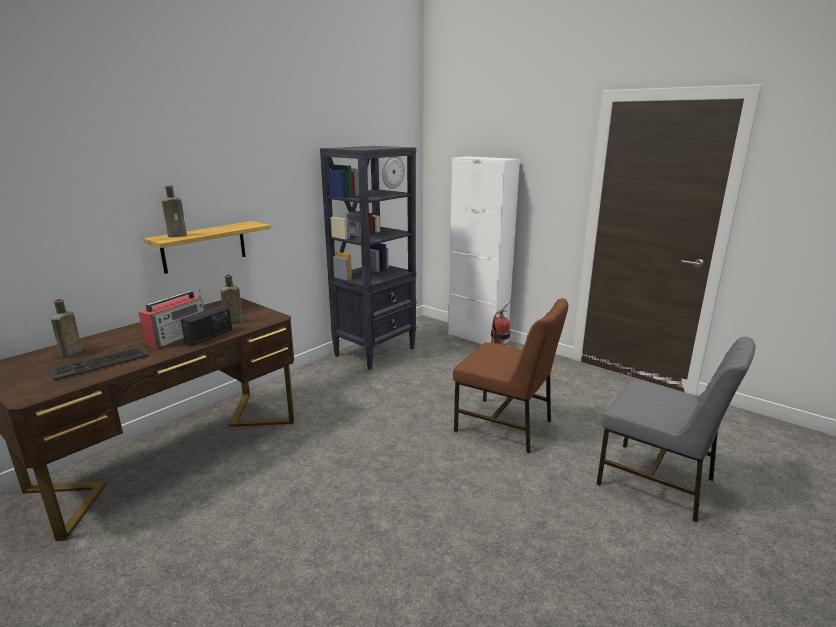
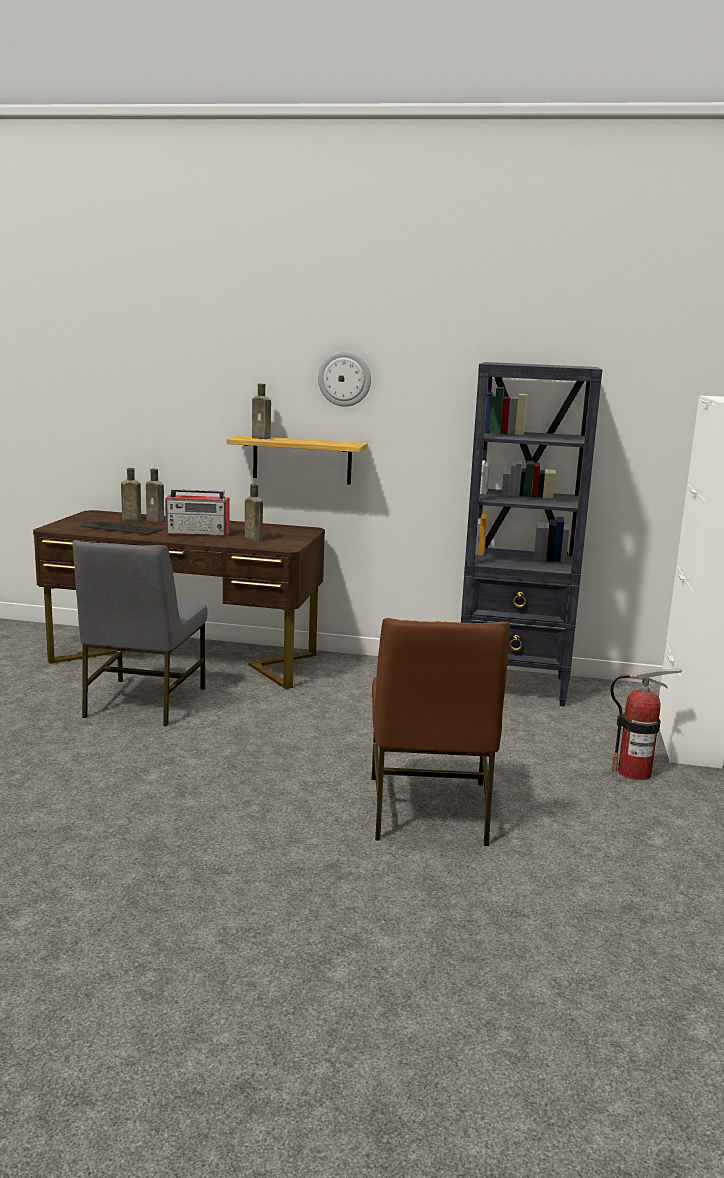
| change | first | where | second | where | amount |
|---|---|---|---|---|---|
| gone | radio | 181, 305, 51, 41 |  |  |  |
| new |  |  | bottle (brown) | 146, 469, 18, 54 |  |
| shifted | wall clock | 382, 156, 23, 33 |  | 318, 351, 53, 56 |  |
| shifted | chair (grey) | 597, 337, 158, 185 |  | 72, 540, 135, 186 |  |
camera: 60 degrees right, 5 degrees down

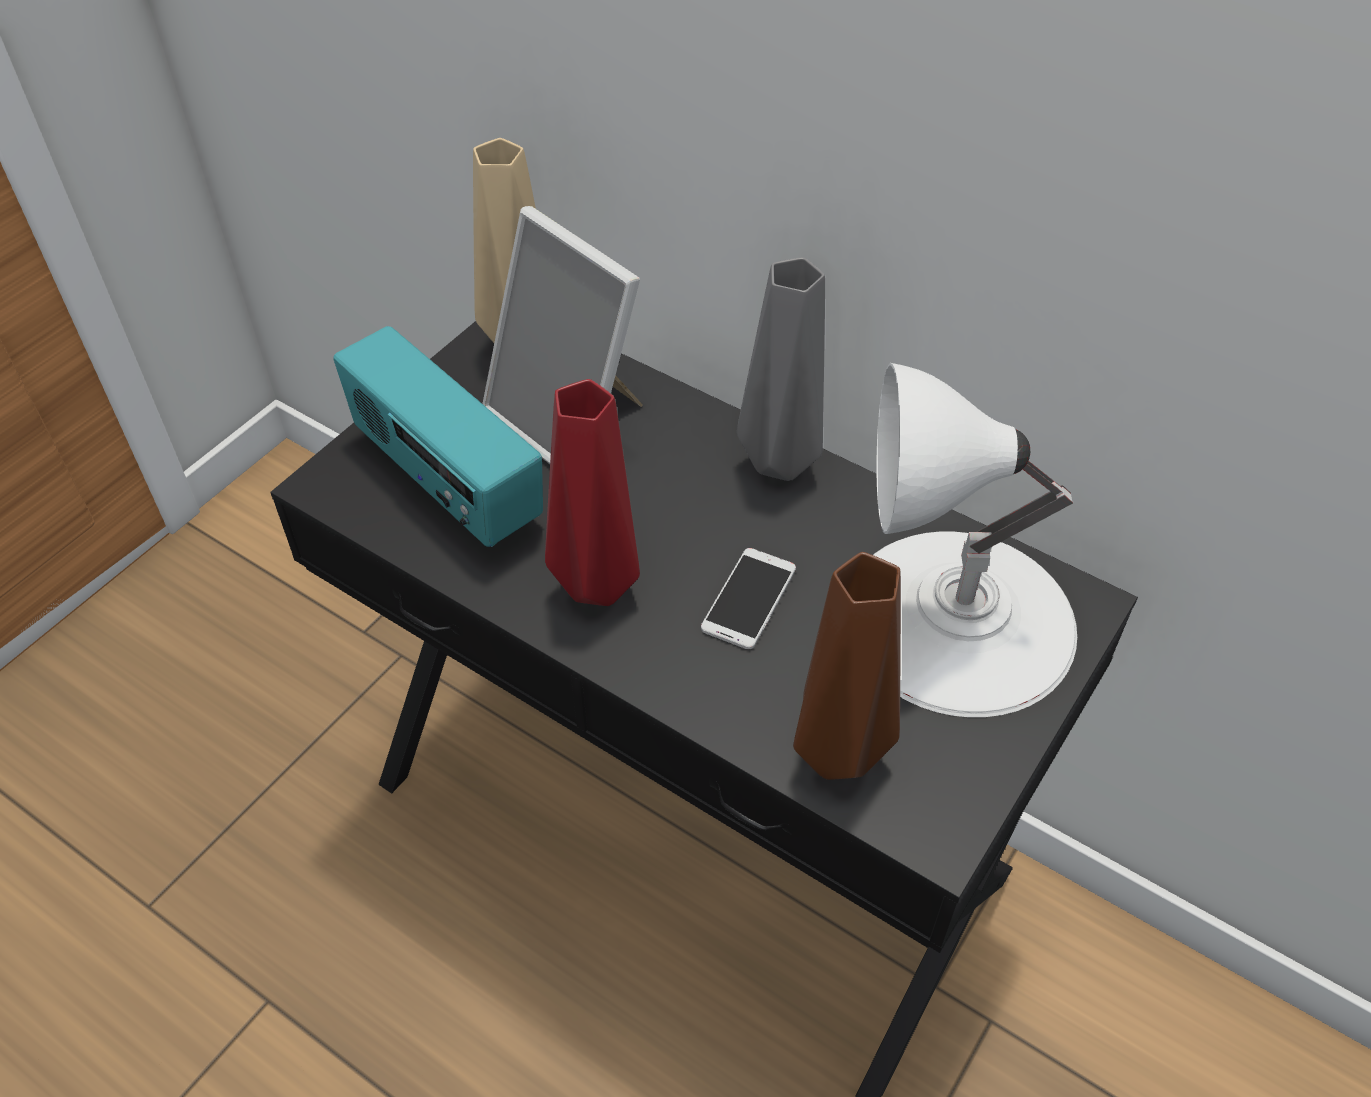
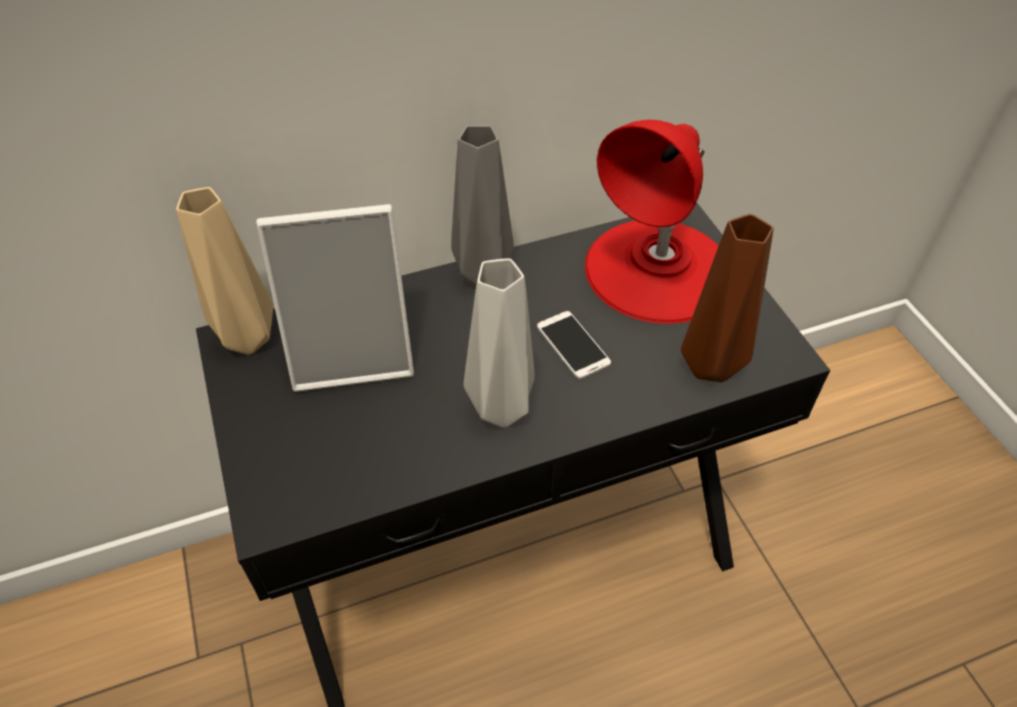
| change | first | where | second | where | amount |
|---|---|---|---|---|---|
| gone | radio | 334, 326, 209, 221 |  |  |  |
| repainted | vase (red) | 545, 379, 95, 227 | vase (grey) | 464, 258, 71, 170 |  |
| repainted | table lamp (white) | 873, 363, 204, 354 | table lamp (red) | 585, 120, 133, 204 |  |
camera: 55 degrees left, 0 degrees up

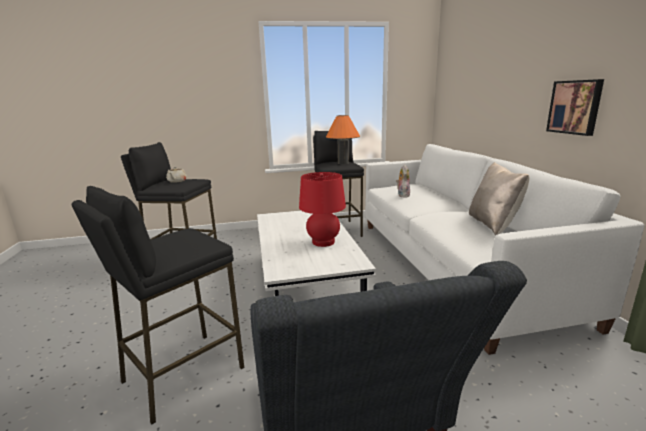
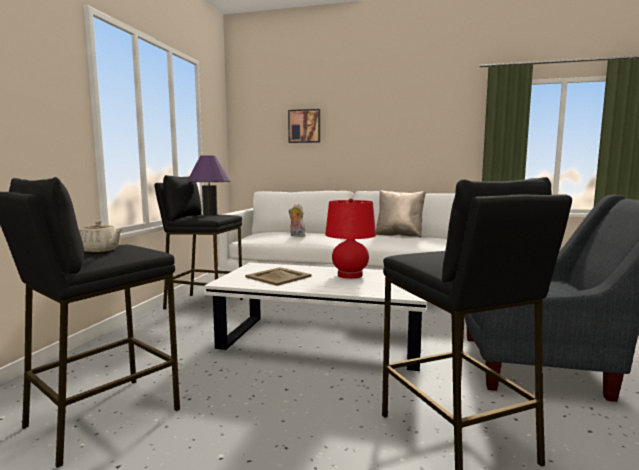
| change | first | where | second | where | amount |
|---|---|---|---|---|---|
| new |  |  | tray (beige) | 245, 267, 66, 19 |  |
| shifted | picture | 546, 79, 58, 57 |  | 288, 109, 32, 34 |  |
| repainted | table lamp (orange) | 326, 115, 34, 49 | table lamp (purple) | 187, 155, 43, 60 |  |
camera: 65 degrees left, 10 degrees down

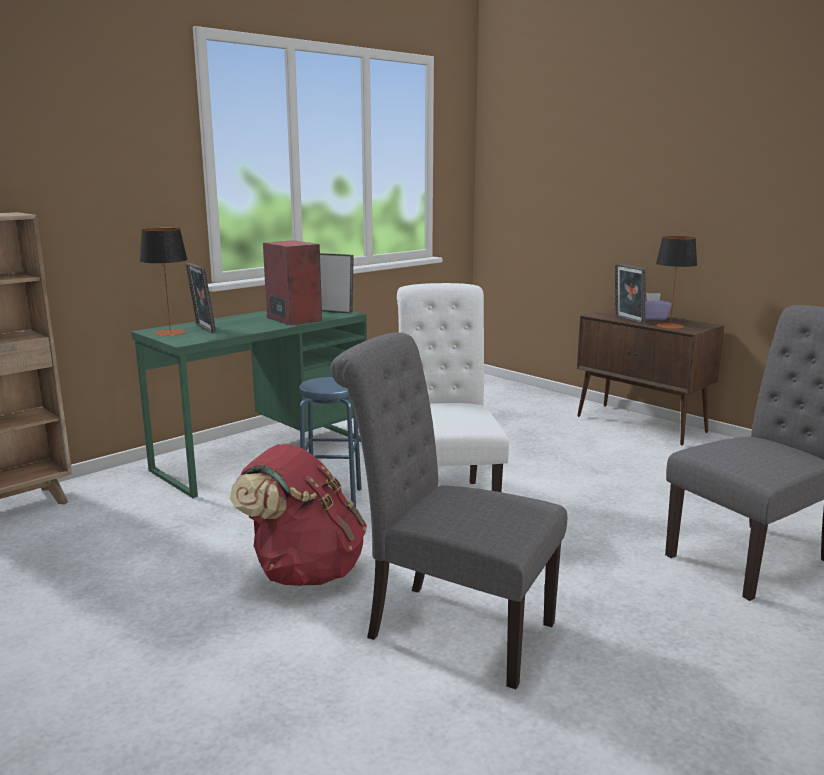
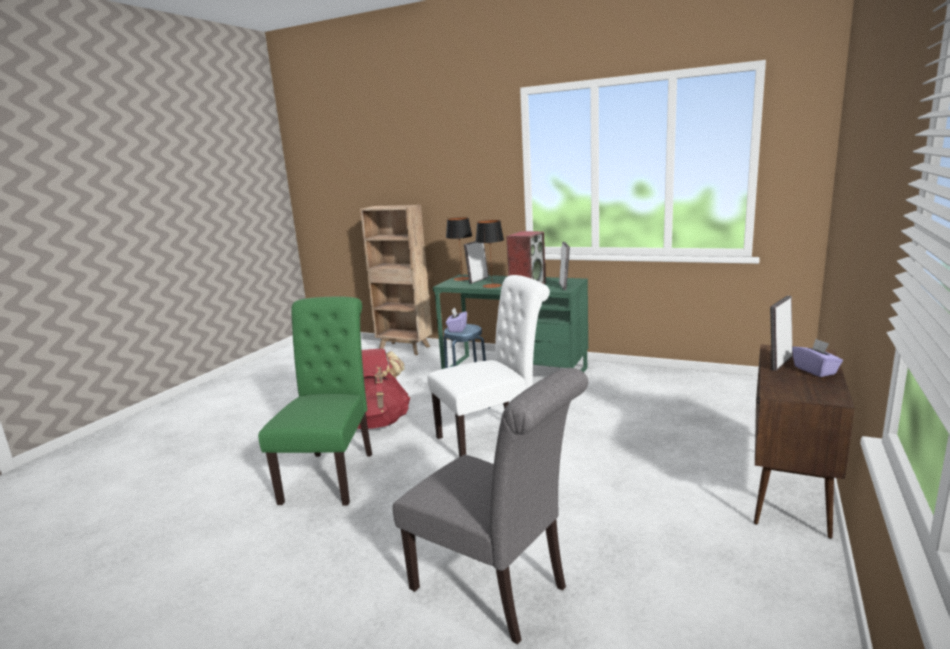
| change | first | where | second | where | amount |
|---|---|---|---|---|---|
| new |  |  | tissue box (purple) | 446, 307, 21, 25 |  |
| shifted | table lamp | 656, 236, 41, 93 |  | 475, 220, 29, 68 |  |
| repainted | chair (grey) | 330, 332, 237, 357 | chair (green) | 258, 297, 114, 209 |  |
camera: 70 degrees right, 0 degrees up

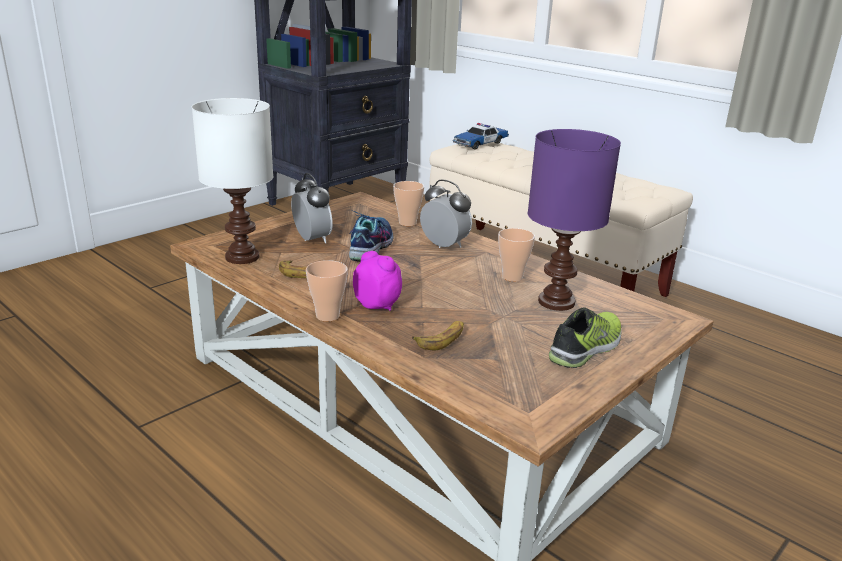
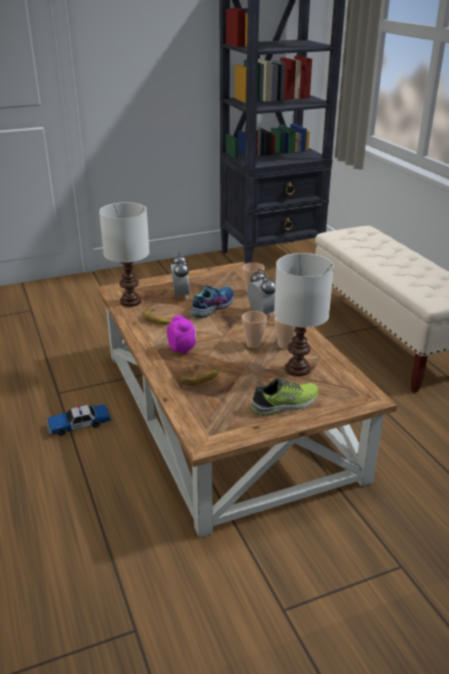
| change | first | where | second | where | amount |
|---|---|---|---|---|---|
| shifted | cup | 306, 260, 42, 62 |  | 242, 311, 25, 37 |  |
| shifted | toy car | 453, 123, 56, 27 |  | 47, 404, 65, 32 |  |
| repainted | table lamp (purple) | 528, 129, 93, 182 | table lamp (white) | 274, 253, 60, 123 |  |
camera: 25 degrees right, 5 degrees up

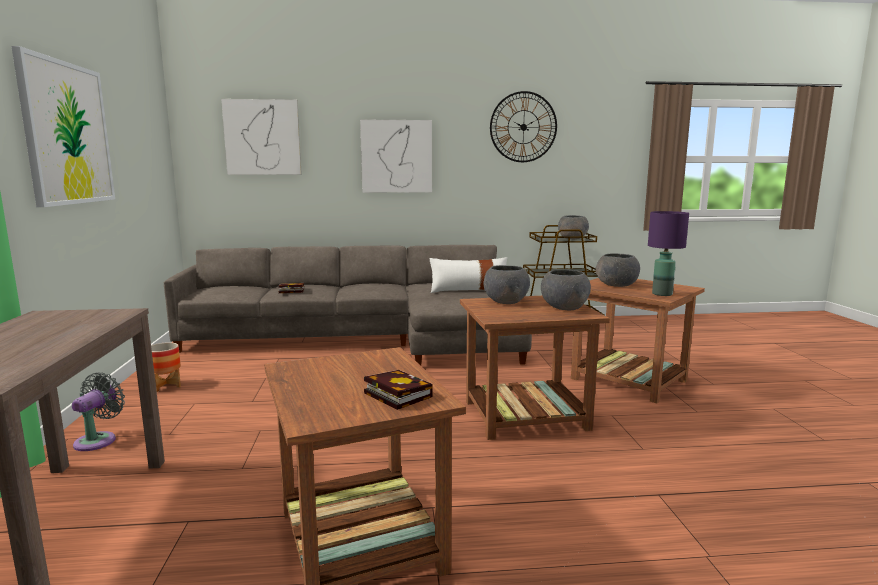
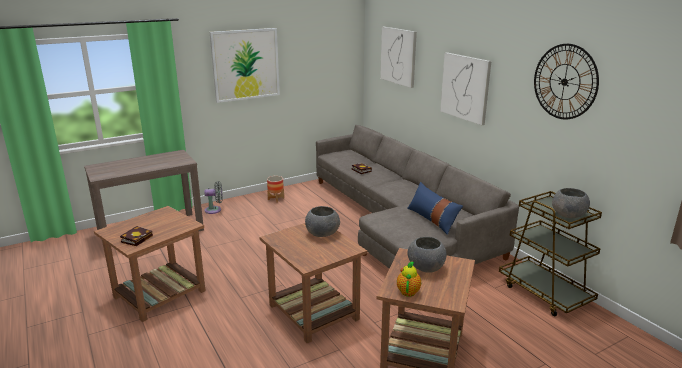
| change | first | where | second | where | amount |
|---|---|---|---|---|---|
| gone | bowl (grey) | 541, 270, 50, 40 |  |  |  |
| swapped | table lamp (purple) | 648, 211, 41, 85 | teapot | 397, 261, 24, 36 |  |
| repainted | pillow (white) | 430, 257, 77, 36 | pillow (blue) | 407, 182, 56, 53 |  |
camera: 65 degrees right, 10 degrees up

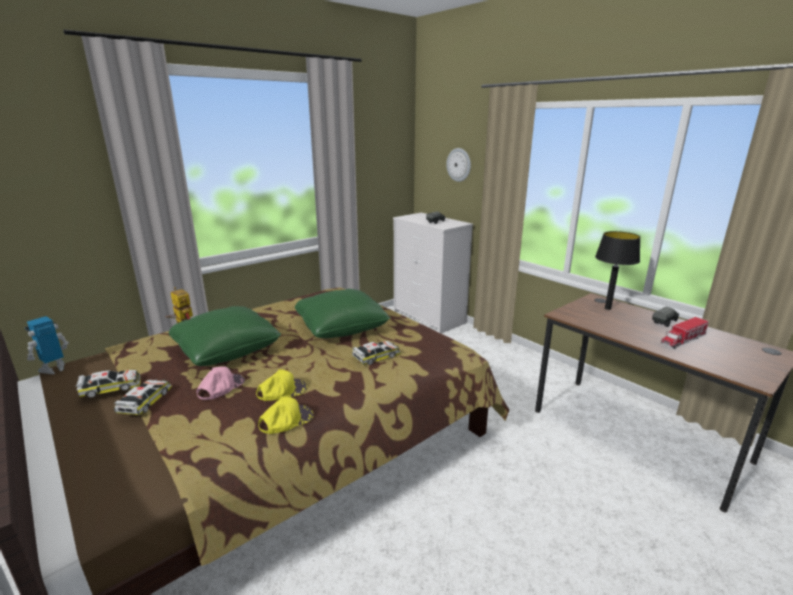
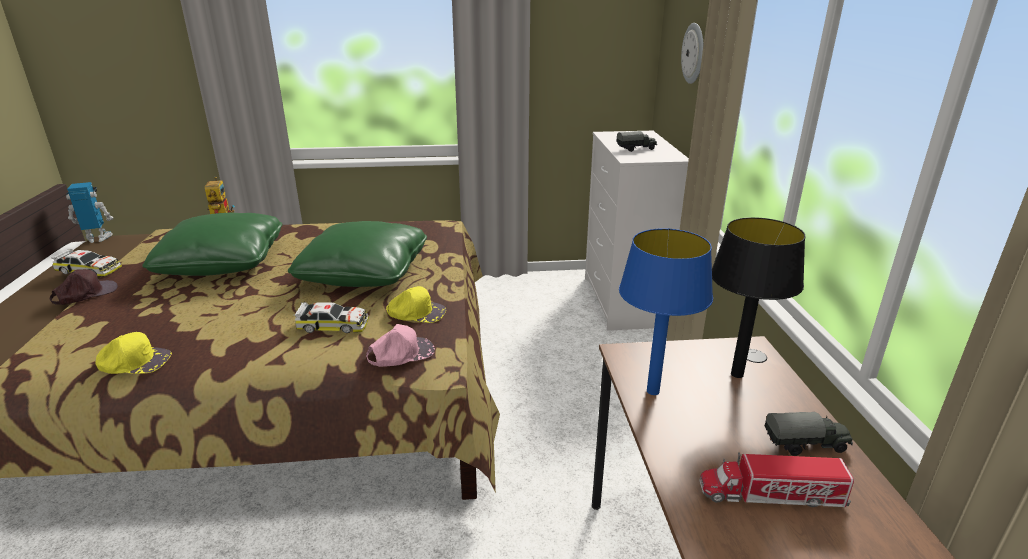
| change | first | where | second | where | amount |
|---|---|---|---|---|---|
| new |  |  | table lamp (blue) | 619, 228, 94, 167 |  |
| shifted | cap (pink) | 196, 366, 49, 34 |  | 366, 324, 69, 43 |  |
| shifted | cap (yellow) | 256, 369, 51, 32 |  | 386, 286, 60, 37 |  |
| swapped | toy car | 113, 379, 59, 36 | cap (brown) | 50, 269, 68, 36 |  |
camera: 35 degrees right, 5 degrees up

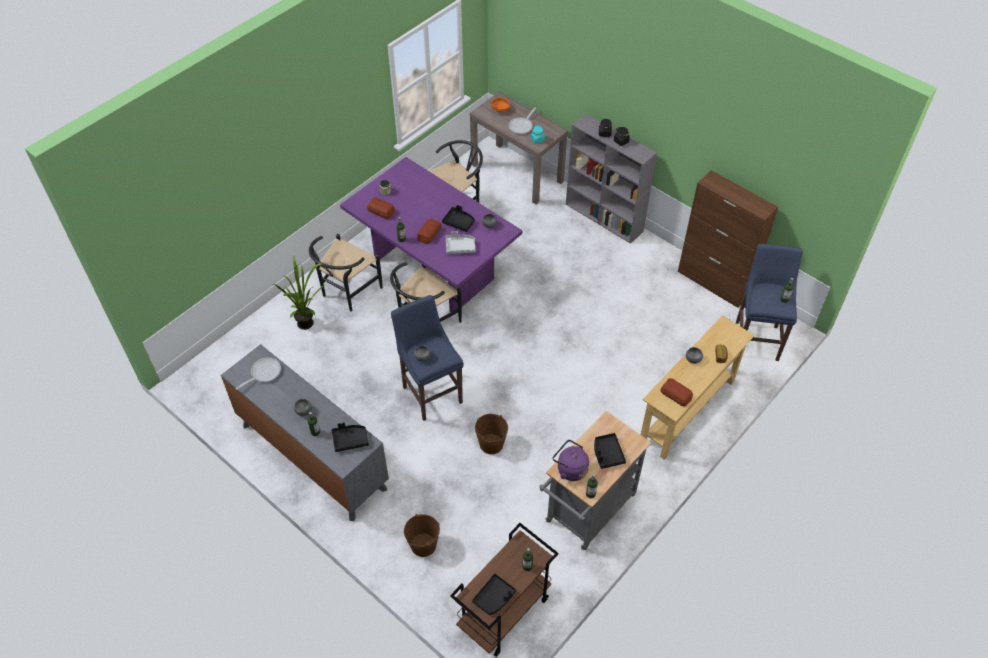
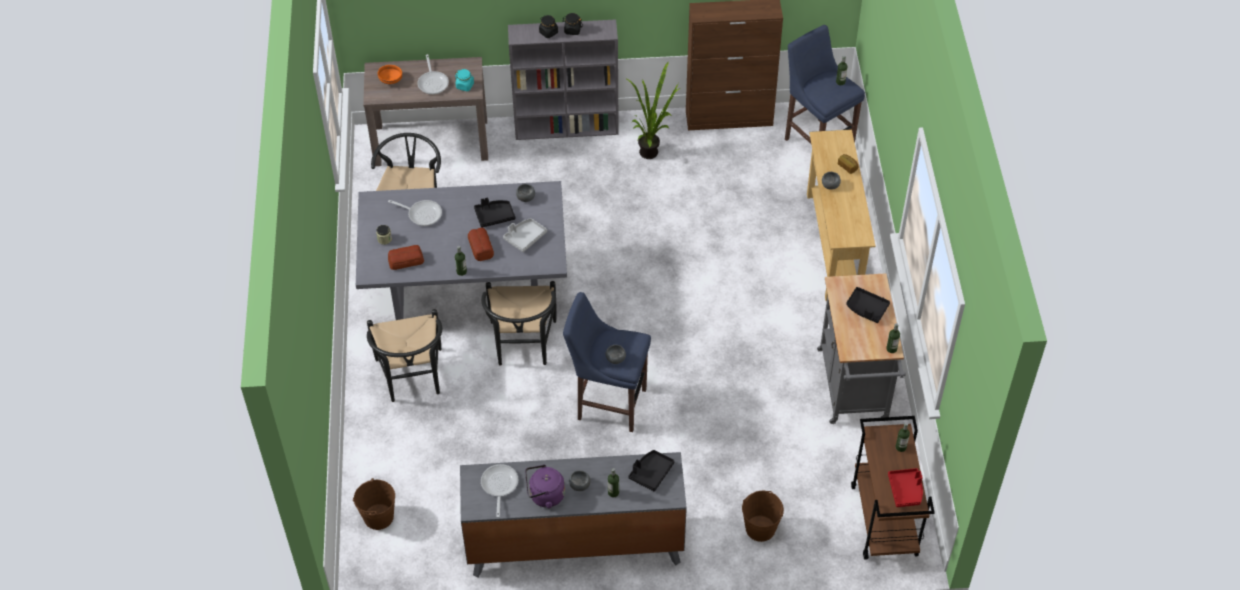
| change | first | where | second | where | amount |
|---|---|---|---|---|---|
| gone | bread | 660, 378, 33, 28 |  |  |  |
| new |  |  | frying pan | 388, 200, 54, 26 |  |
| shifted | potted plant | 273, 256, 53, 74 |  | 627, 61, 53, 98 |  |
| shifted | bucket (brown) | 475, 414, 33, 40 |  | 353, 478, 42, 52 |  |
| shifted | kettle (purple) | 553, 440, 36, 41 |  | 525, 465, 40, 43 |  |
| repainted | dining table (purple) | 340, 157, 182, 155 | dining table (grey) | 356, 181, 211, 139 |  |
| repainted | tray (black) | 472, 574, 44, 41 | tray (red) | 888, 468, 35, 39 |  |
camera: 45 degrees left, 0 degrees up

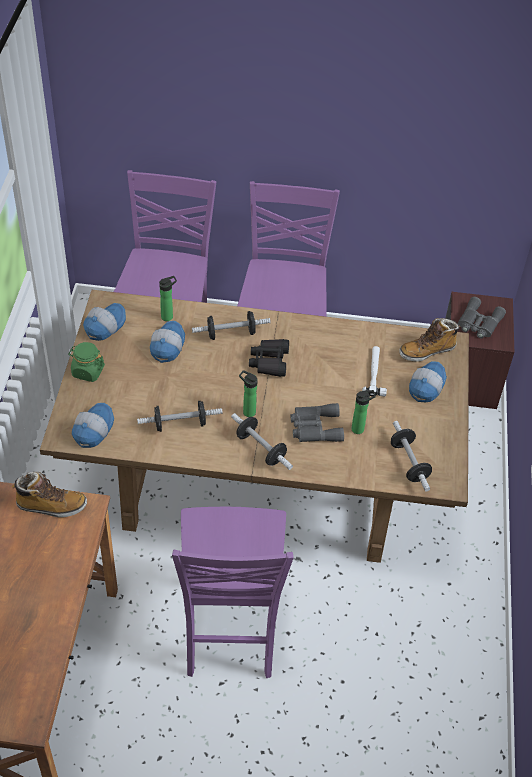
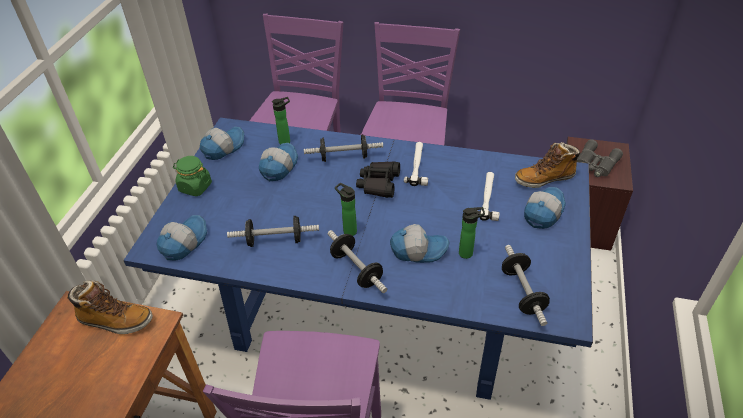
| change | first | where | second | where | amount |
|---|---|---|---|---|---|
| new |  |  | hammer | 404, 142, 24, 44 |  |
| swapped | binoculars (grey) | 291, 403, 53, 39 | cap | 390, 224, 60, 39 |  |
| repainted | dining table (brown) | 40, 290, 429, 273 | dining table (blue) | 123, 118, 470, 282 |  |
camera: 10 degrees right, 5 degrees down

